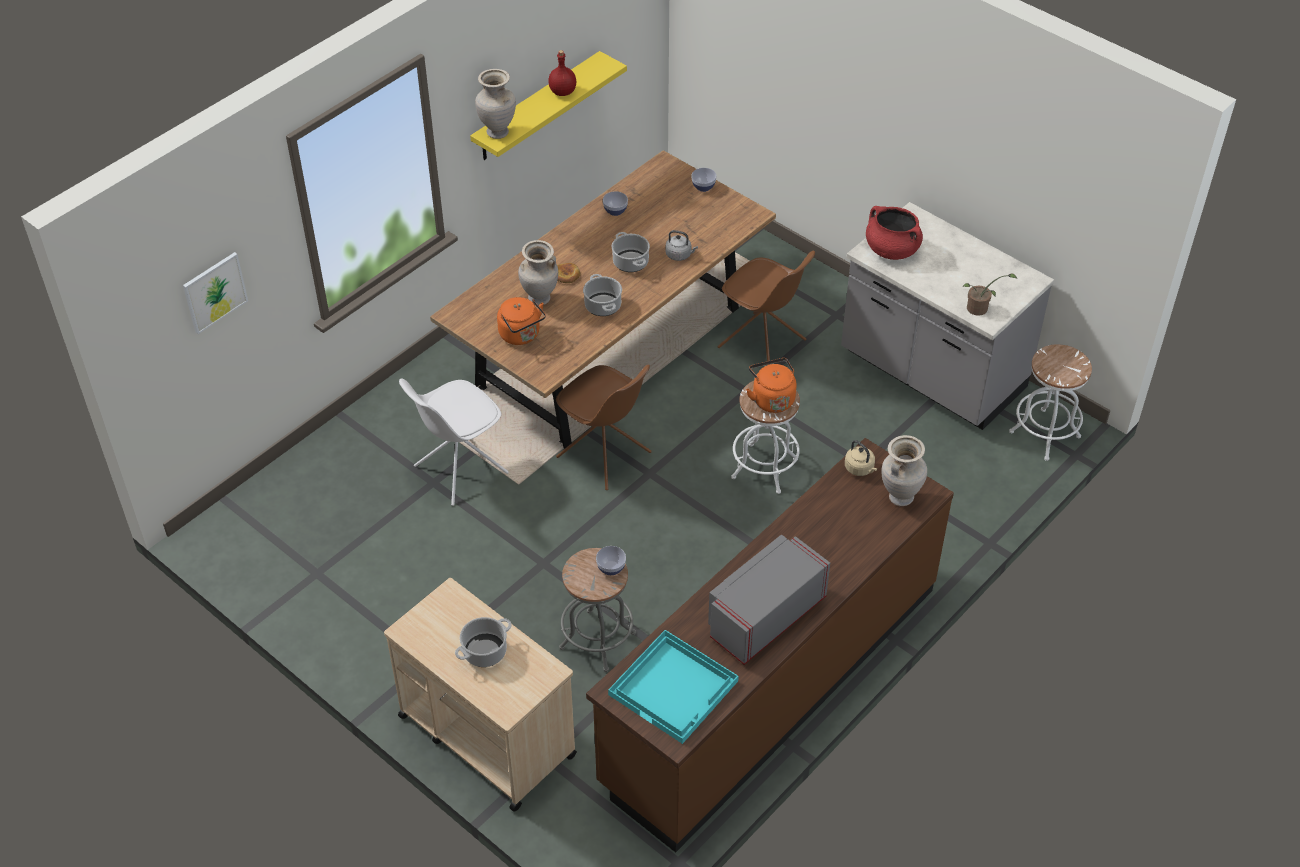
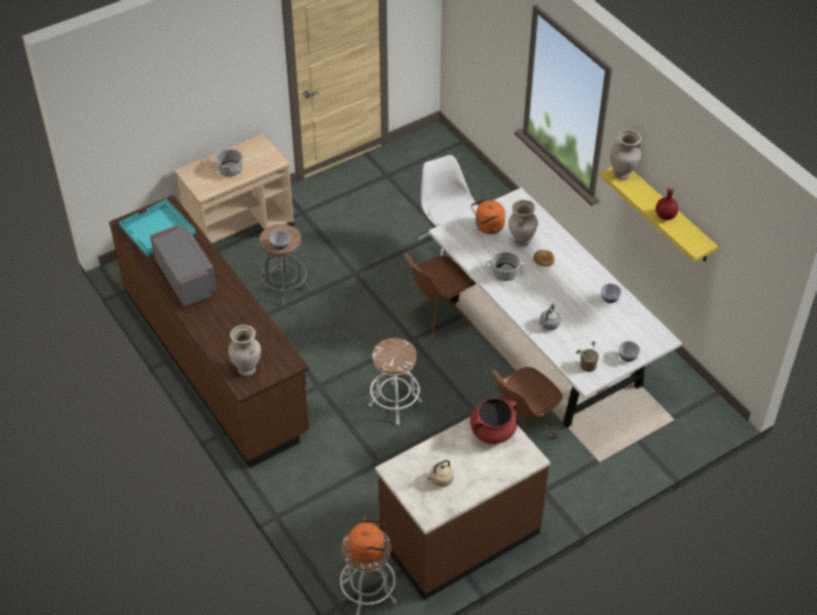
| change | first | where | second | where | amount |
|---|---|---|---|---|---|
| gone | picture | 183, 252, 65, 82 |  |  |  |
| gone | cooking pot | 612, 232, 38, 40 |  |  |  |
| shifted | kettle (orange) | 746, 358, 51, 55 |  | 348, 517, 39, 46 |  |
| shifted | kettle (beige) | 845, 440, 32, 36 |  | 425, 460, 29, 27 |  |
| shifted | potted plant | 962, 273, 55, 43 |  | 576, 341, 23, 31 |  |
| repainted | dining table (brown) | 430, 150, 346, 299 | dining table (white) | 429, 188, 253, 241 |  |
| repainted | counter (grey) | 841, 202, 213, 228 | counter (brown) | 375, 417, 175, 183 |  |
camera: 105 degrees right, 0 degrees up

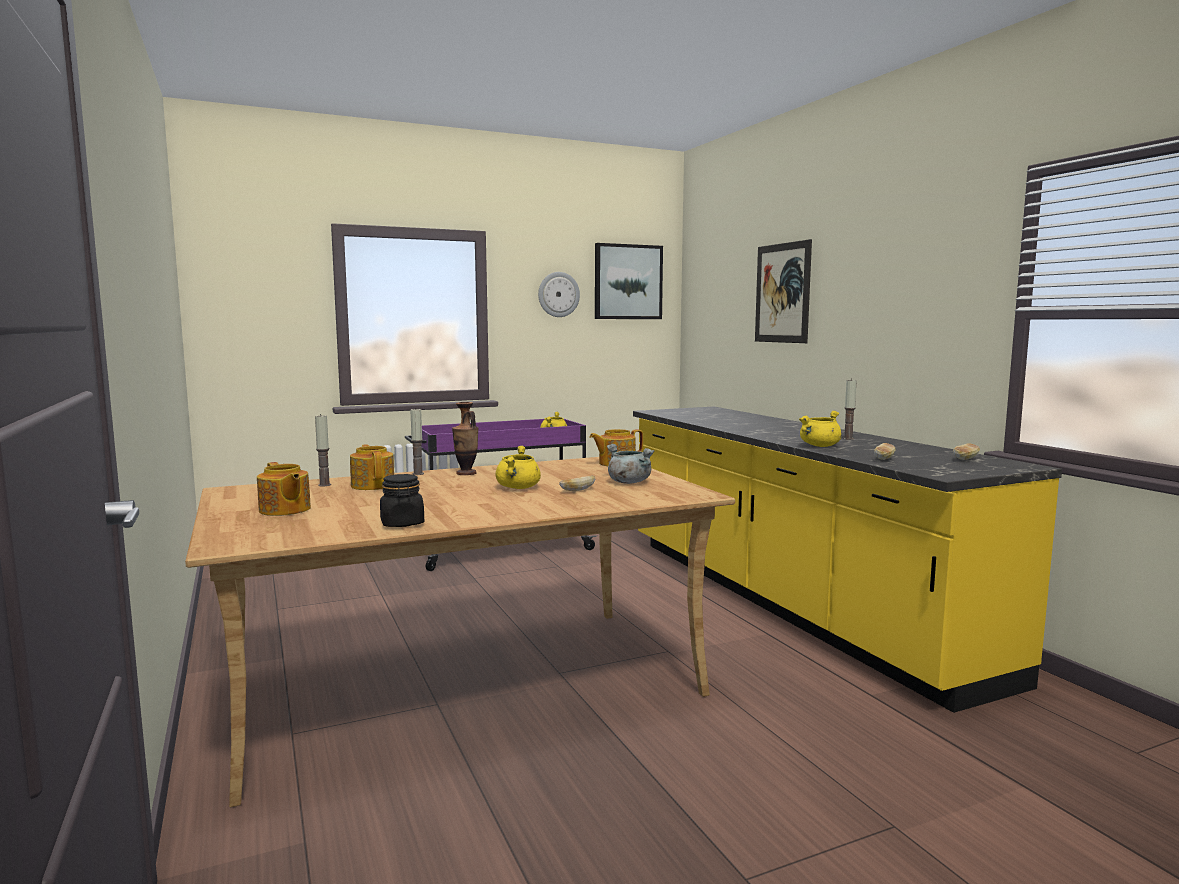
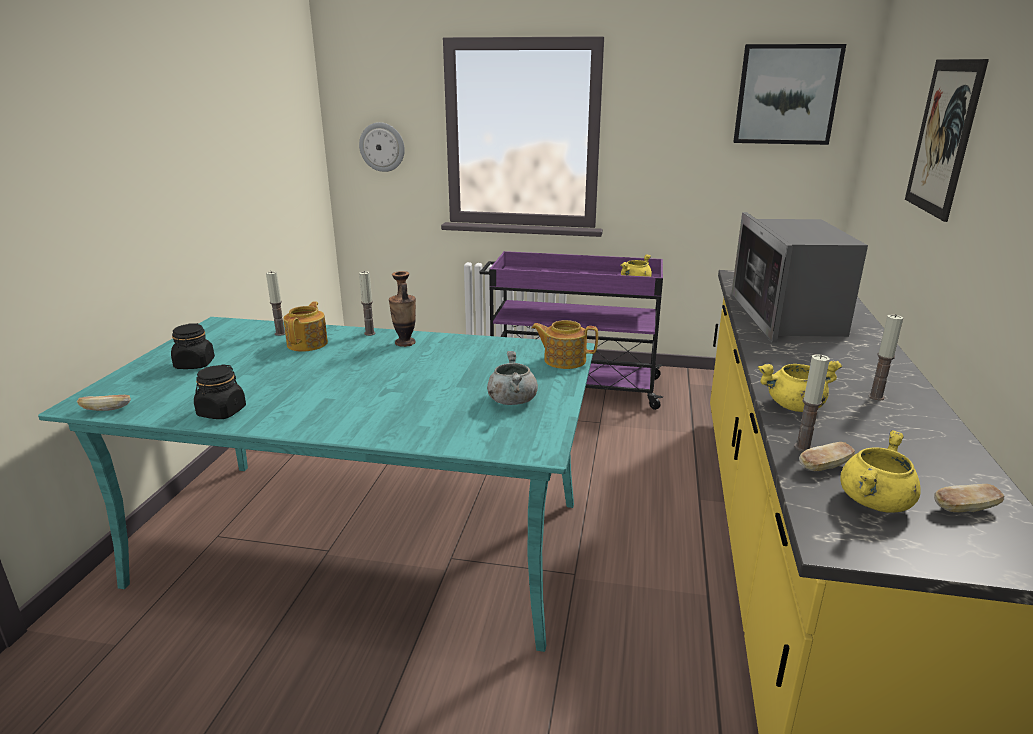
| change | first | where | second | where | amount |
|---|---|---|---|---|---|
| new |  |  | microwave | 731, 212, 137, 131 |  |
| new |  |  | candle | 794, 354, 36, 98 |  |
| shifted | cooking pot (yellow) | 495, 445, 46, 44 |  | 840, 430, 81, 83 |  |
| shifted | wall clock | 538, 272, 42, 45 |  | 359, 122, 46, 50 |  |
| shifted | bread | 559, 475, 36, 16 |  | 77, 395, 54, 16 |  |
| swapped | teapot | 257, 462, 54, 54 | jar (black) | 171, 323, 44, 46 |  |
| repainted | dining table (beige) | 185, 457, 550, 351 | dining table (turquoise) | 38, 317, 557, 335 |  |
camera: 35 degrees right, 15 degrees up

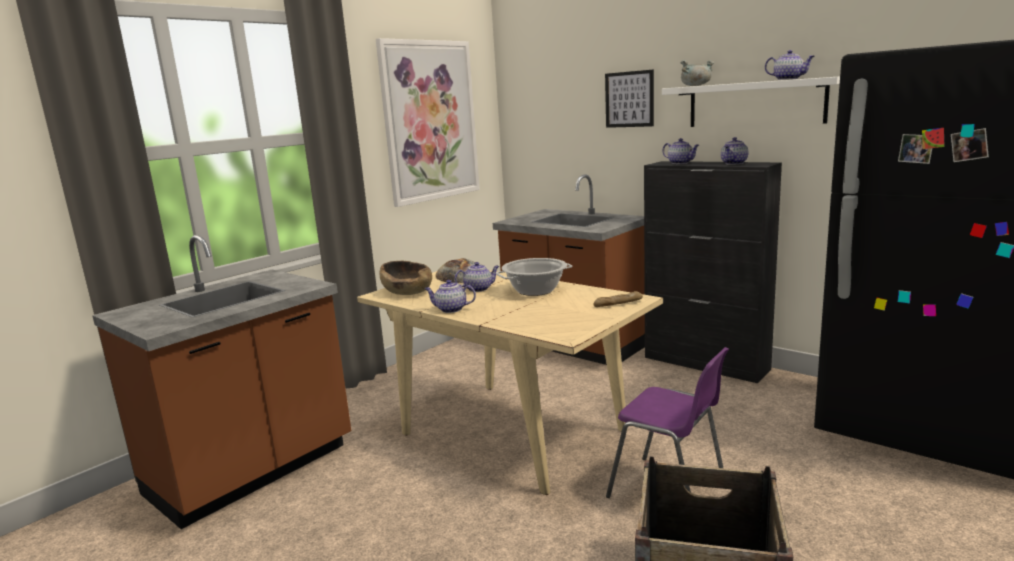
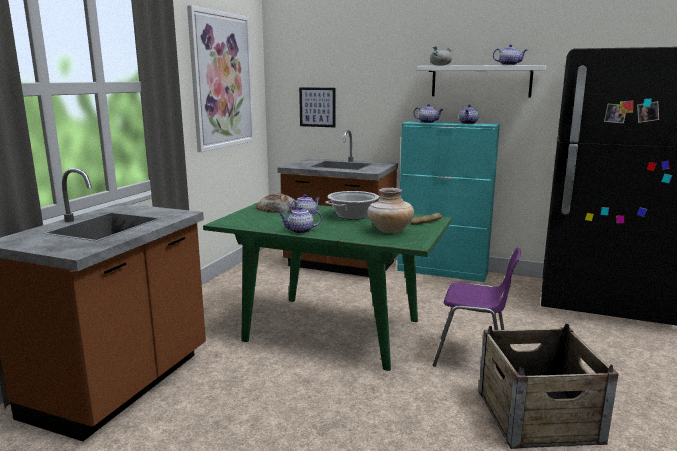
| change | first | where | second | where | amount |
|---|---|---|---|---|---|
| gone | bowl (brown) | 380, 261, 52, 34 |  |  |  |
| new |  |  | vase (beige) | 367, 188, 47, 45 |  |
| shifted | picture | 605, 70, 49, 58 |  | 299, 87, 36, 40 |  |
| repainted | dining table (beige) | 357, 270, 306, 225 | dining table (green) | 203, 203, 249, 168 |  |
| repainted | cabinet (black) | 644, 161, 138, 222 | cabinet (turquoise) | 397, 121, 103, 161 |  |
camera: 20 degrees left, 0 degrees up

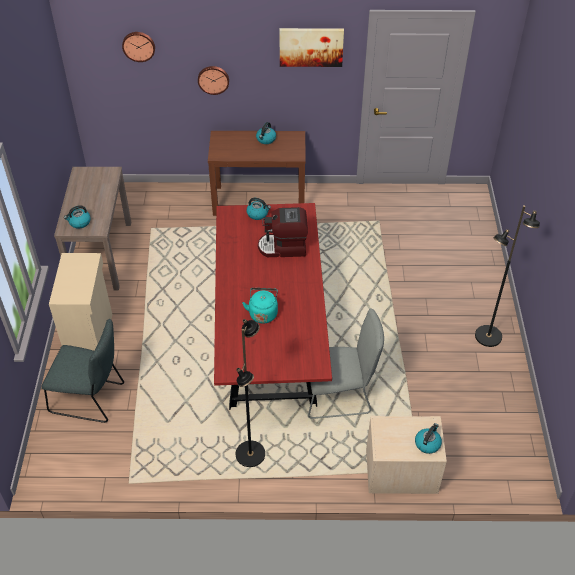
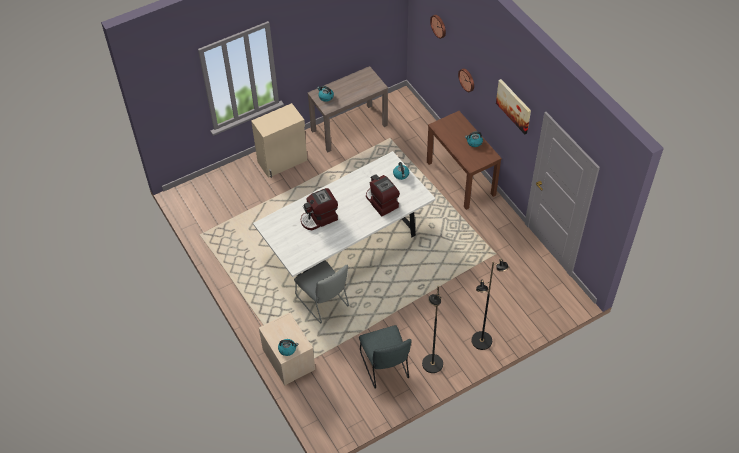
| change | first | where | second | where | amount |
|---|---|---|---|---|---|
| shifted | chair (grey) | 42, 319, 82, 104 |  | 359, 325, 53, 64 |  |
| shifted | floor lamp (black) | 236, 319, 29, 148 |  | 471, 258, 38, 92 |  |
| swapped | kettle (turquoise) | 242, 288, 36, 35 | coffee machine | 301, 188, 37, 42 |  |
| repainted | dining table (red) | 214, 203, 118, 207 | dining table (white) | 253, 151, 183, 126 |  |
camera: 60 degrees right, 5 degrees up

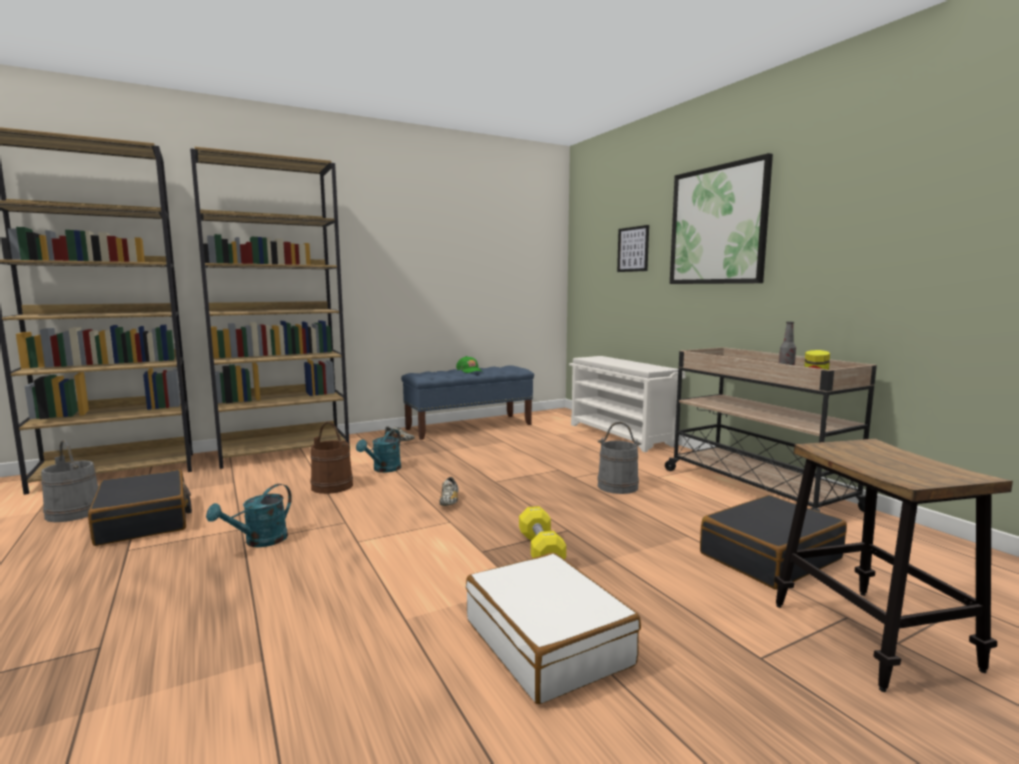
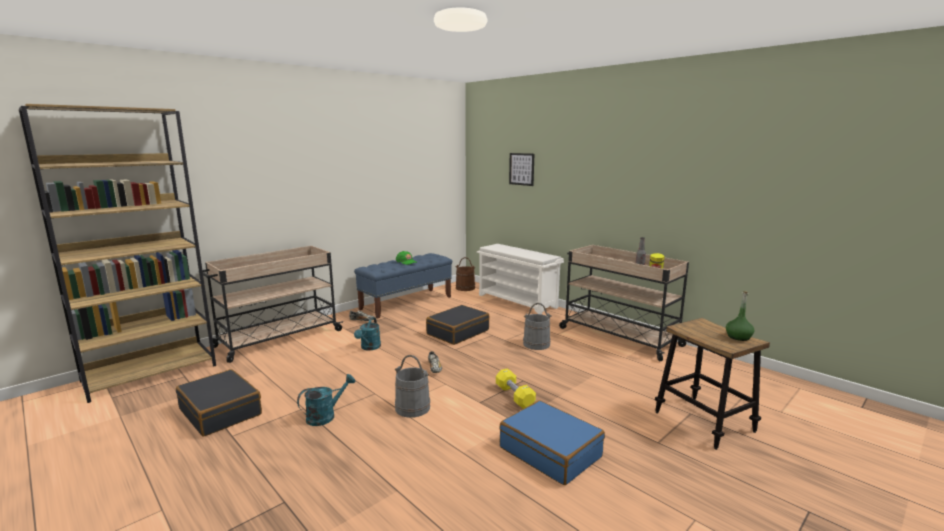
| change | first | where | second | where | amount |
|---|---|---|---|---|---|
| gone | picture | 670, 153, 103, 131 |  |  |  |
| new |  |  | bottle (green) | 726, 291, 29, 50 |  |
| shifted | bucket (grey) | 41, 440, 57, 82 |  | 395, 355, 35, 63 |  |
| shifted | bucket (brown) | 310, 422, 43, 72 |  | 455, 257, 21, 34 |  |
| shifted | suitcase (black) | 700, 495, 147, 95 |  | 426, 305, 64, 40 |  |
| swapped | bookcase (brown) | 190, 147, 160, 322 | cart (beige) | 203, 246, 140, 117 |  |
| repainted | suitcase (white) | 466, 553, 175, 151 | suitcase (blue) | 499, 400, 106, 85 |  |
| rotated | watering can (turquoise) | 206, 484, 86, 63 |  | 297, 374, 59, 52 | 150 degrees counterclockwise |
camera: 15 degrees left, 5 degrees up

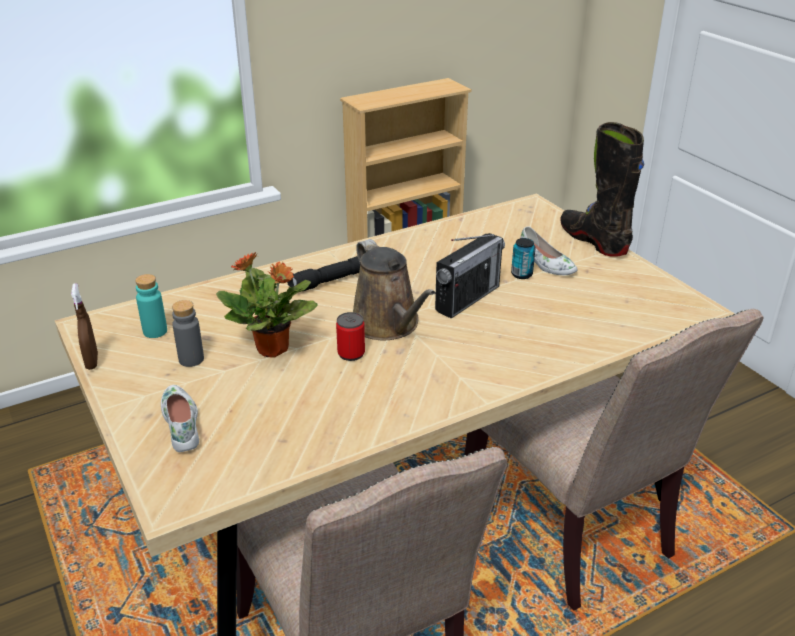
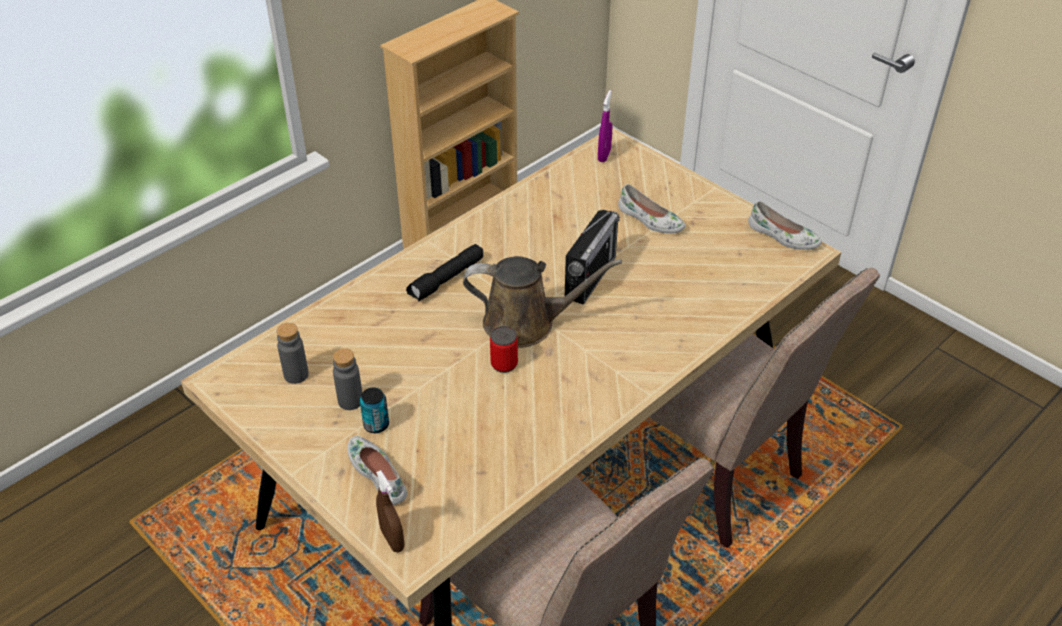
| change | first | where | second | where | amount |
|---|---|---|---|---|---|
| gone | potted plant | 216, 252, 101, 106 |  |  |  |
| gone | boot (black) | 561, 122, 83, 135 |  |  |  |
| new |  |  | spray bottle (purple) | 598, 90, 14, 72 |  |
| new |  |  | shoe (white) | 748, 201, 74, 49 |  |
| shifted | spray bottle (brown) | 71, 283, 27, 87 |  | 376, 470, 29, 82 |  |
| shifted | can | 511, 238, 25, 41 |  | 360, 387, 29, 46 |  |
| repainted | bottle (turquoise) | 135, 274, 32, 64 | bottle (grey) | 277, 323, 32, 61 |  |
| rotated | watering can (brown) | 353, 239, 83, 101 |  | 463, 256, 159, 92 | 45 degrees counterclockwise |
camera: 15 degrees left, 10 degrees up

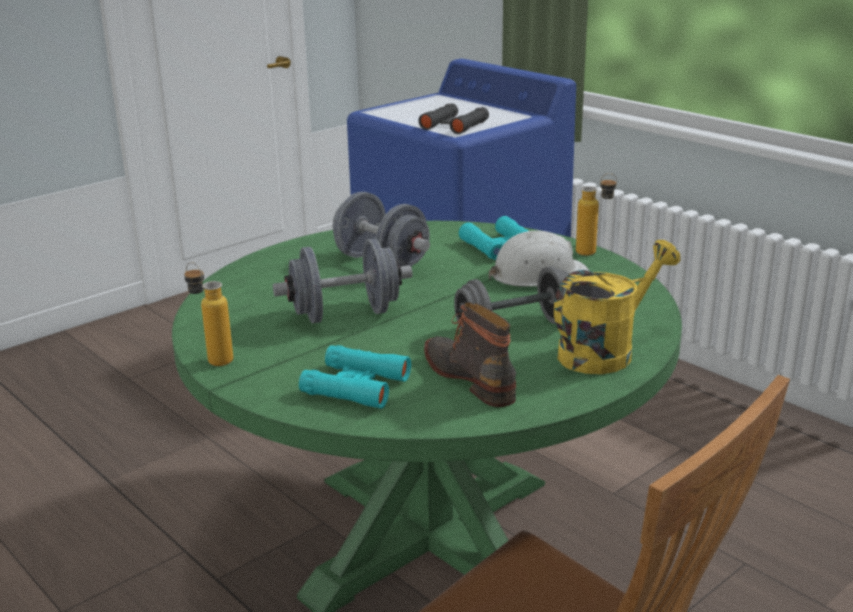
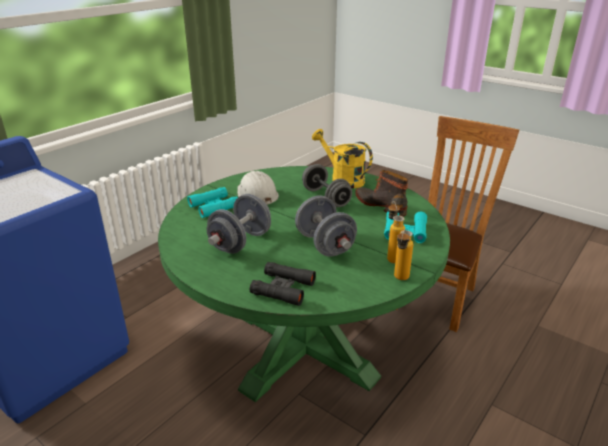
| change | first | where | second | where | amount |
|---|---|---|---|---|---|
| shifted | binoculars (black) | 419, 103, 70, 31 |  | 250, 262, 66, 44 |  |
| shifted | bottle | 576, 173, 41, 83 |  | 387, 201, 18, 63 |  |
| rotated | boot | 424, 302, 92, 105 |  | 355, 170, 53, 47 | 90 degrees clockwise |
camera: 100 degrees left, 5 degrees up

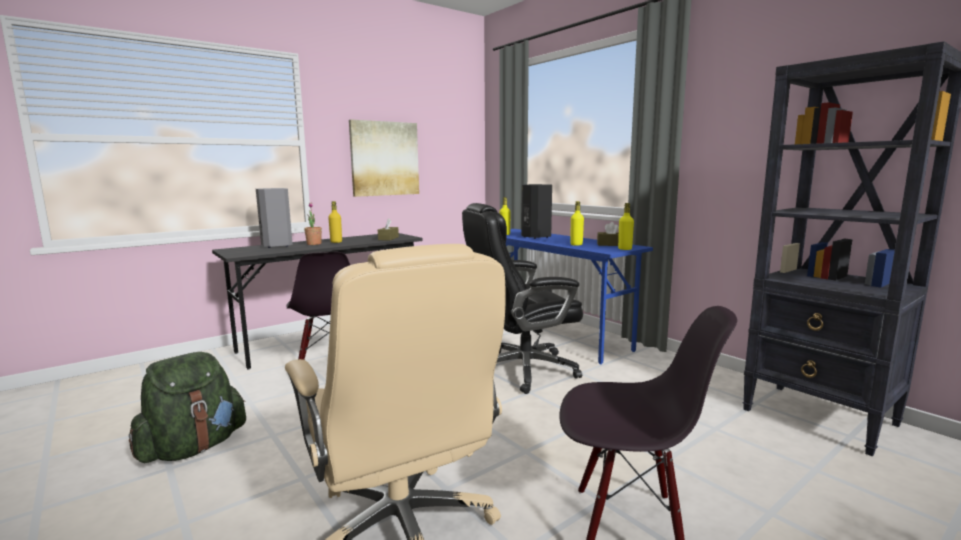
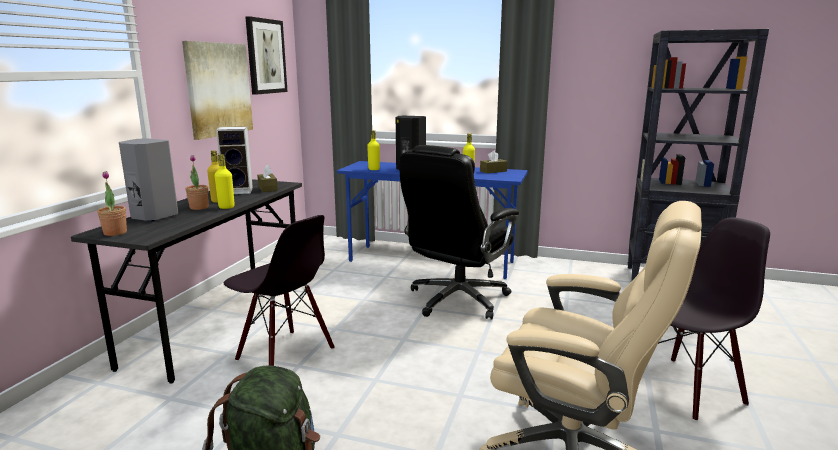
| change | first | where | second | where | amount |
|---|---|---|---|---|---|
| new |  |  | potted plant | 97, 171, 30, 65 |  |
| new |  |  | speaker | 216, 127, 37, 67 |  |
| new |  |  | picture | 245, 16, 43, 79 |  |
| shifted | bottle (yellow) | 618, 203, 16, 47 |  | 215, 154, 20, 55 |  |
camera: 35 degrees left, 5 degrees up

